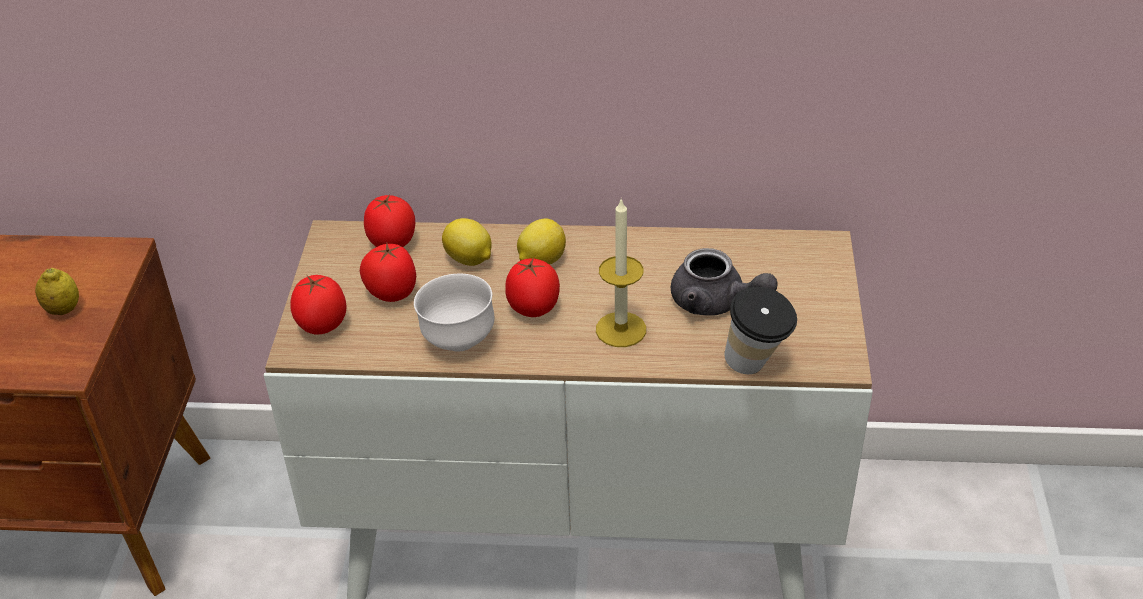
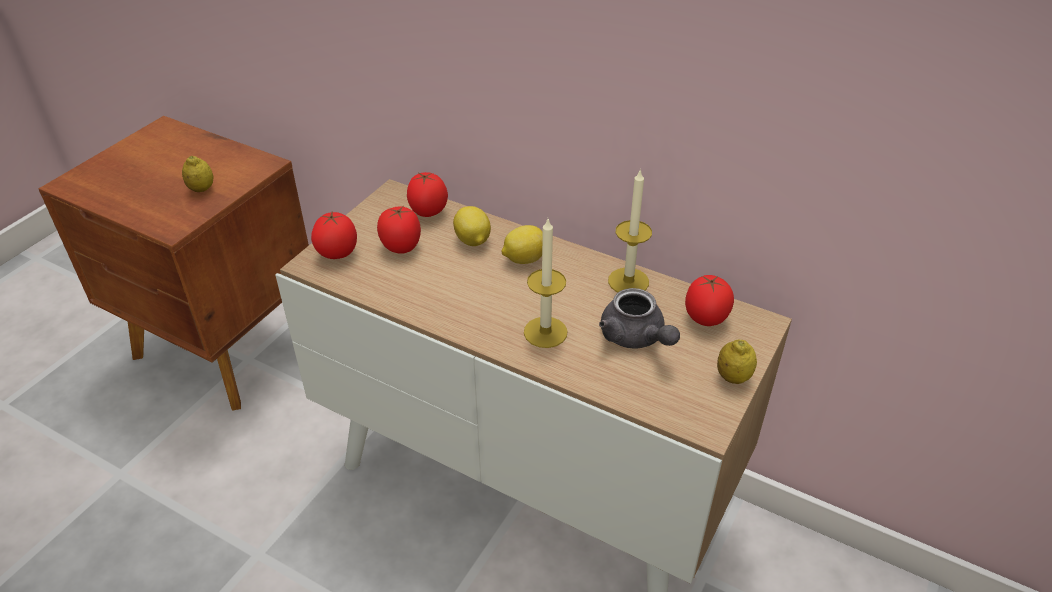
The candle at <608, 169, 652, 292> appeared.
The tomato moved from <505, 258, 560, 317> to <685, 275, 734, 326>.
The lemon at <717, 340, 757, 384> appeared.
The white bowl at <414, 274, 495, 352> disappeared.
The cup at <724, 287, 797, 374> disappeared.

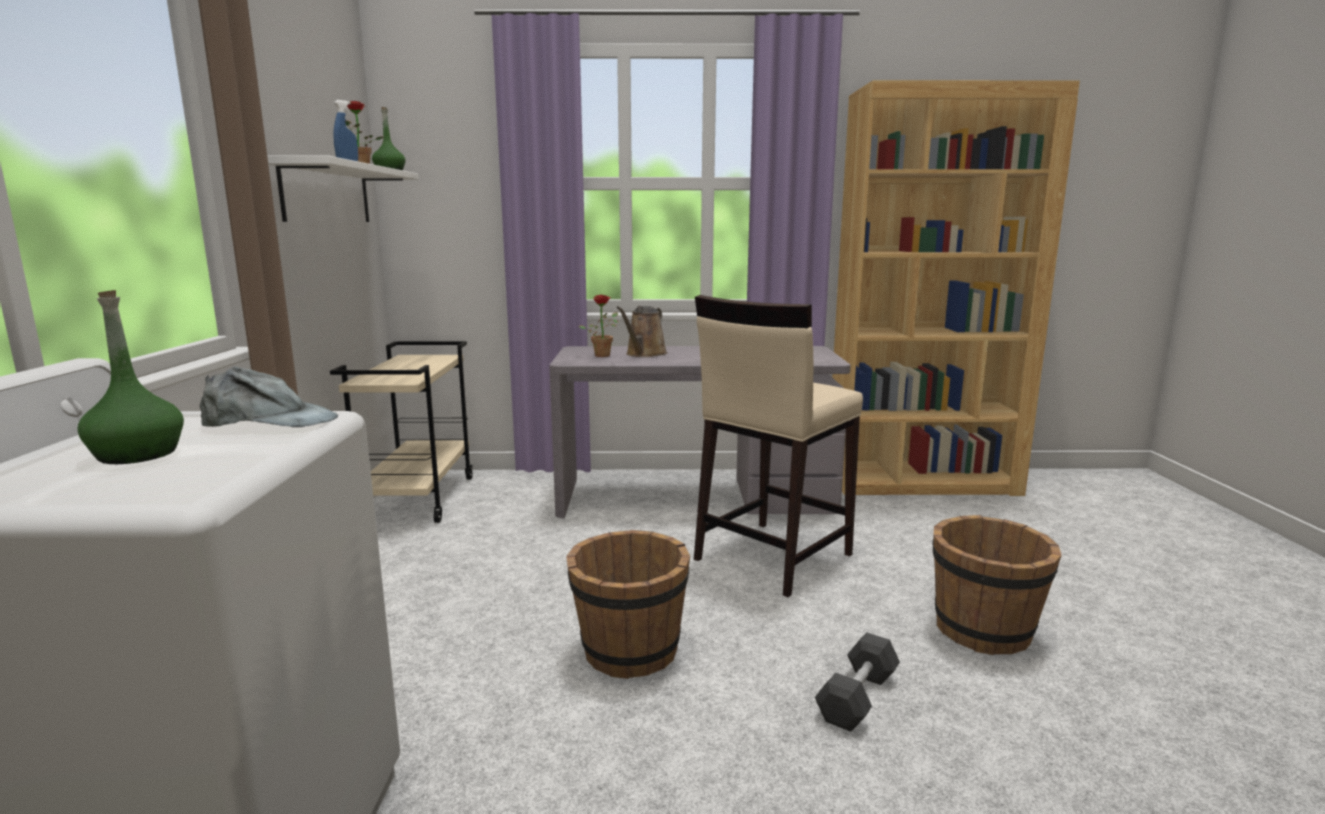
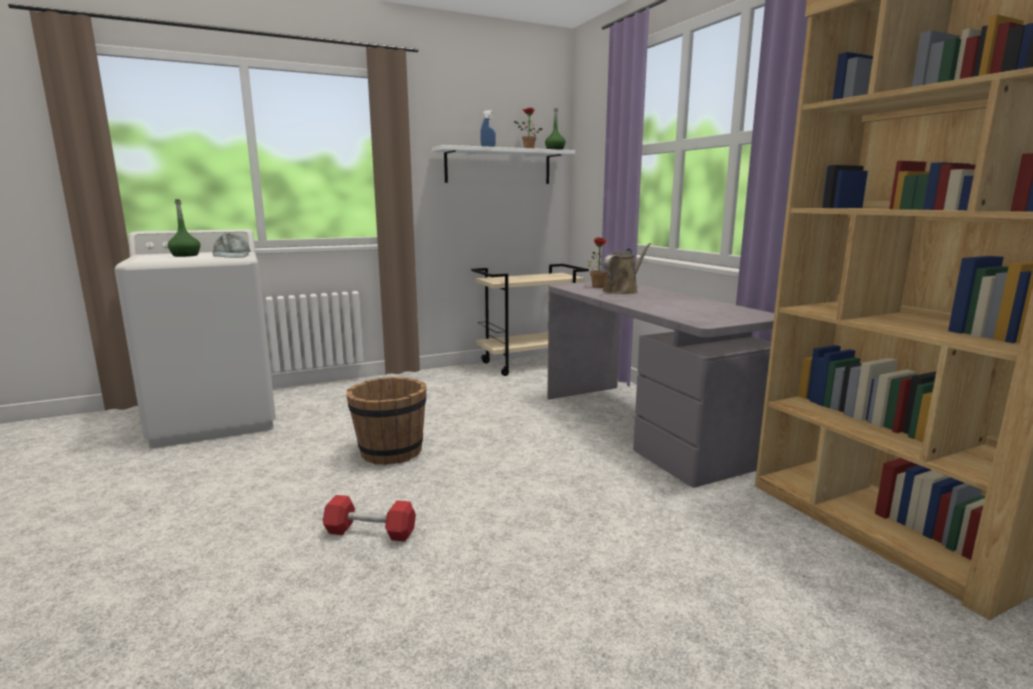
The grey dumbbell at <815, 632, 900, 732> became the red dumbbell at <323, 495, 416, 542>.
The brown watering can at <617, 306, 667, 357> turned 135 degrees clockwise.
The beige stool at <694, 295, 863, 597> disappeared.
The brown bucket at <932, 515, 1062, 655> disappeared.

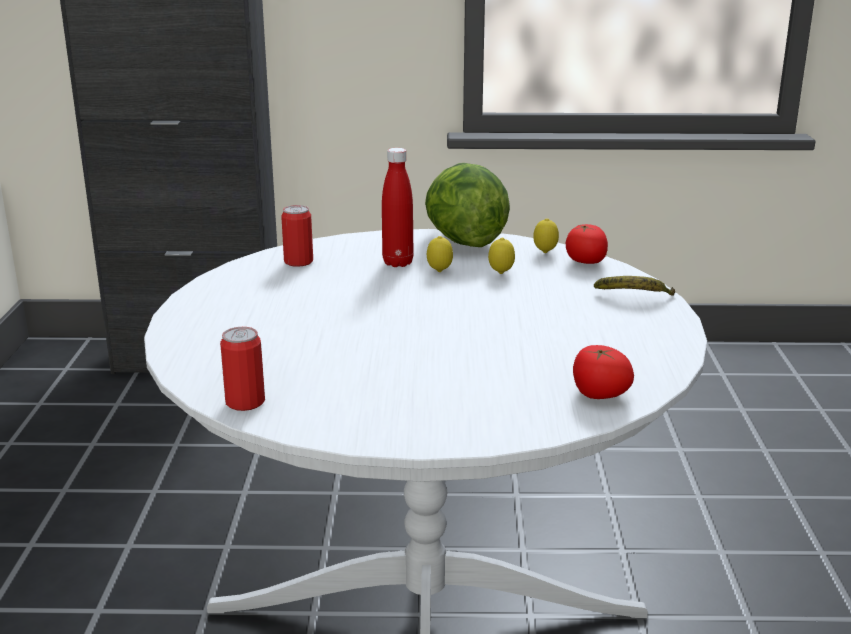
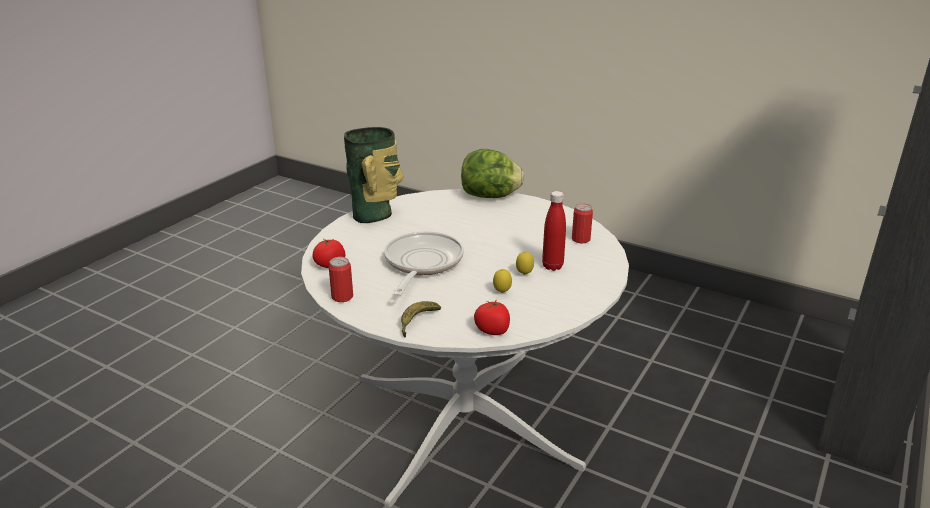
The can moved from <220, 327, 265, 411> to <329, 257, 353, 302>.
The vase at <344, 127, 404, 223> appeared.
The frying pan at <384, 231, 464, 297> appeared.
The lettuce moved from <425, 163, 510, 247> to <461, 149, 524, 198>.
The lemon at <533, 218, 559, 253> disappeared.

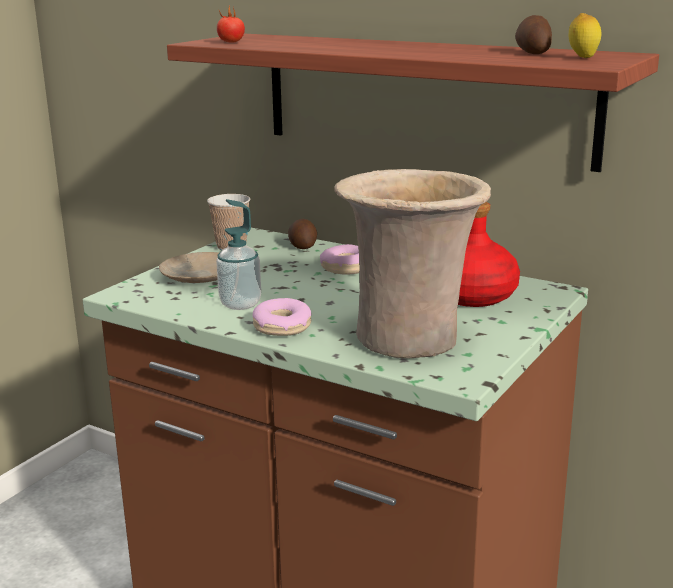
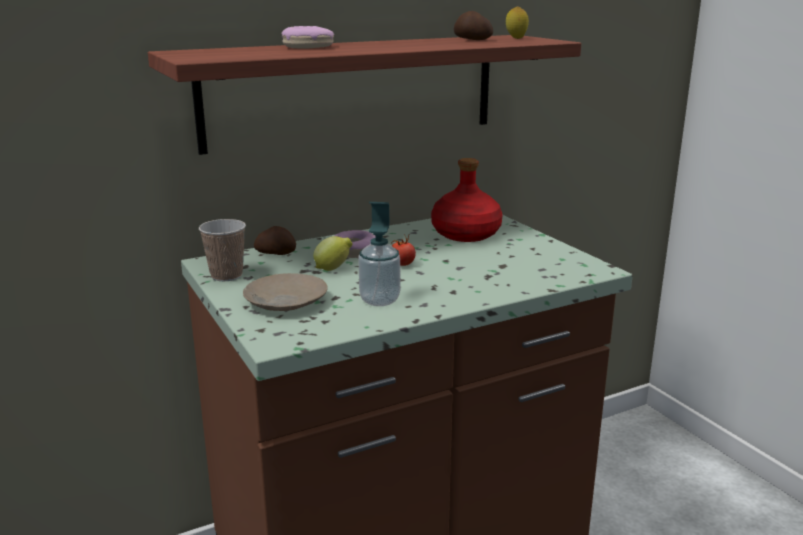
The donut moved from <252, 298, 312, 336> to <281, 26, 334, 49>.
The lemon at <313, 236, 353, 271> appeared.
The tomato moved from <217, 5, 245, 43> to <391, 234, 416, 266>.
The beige vase at <334, 169, 491, 359> disappeared.

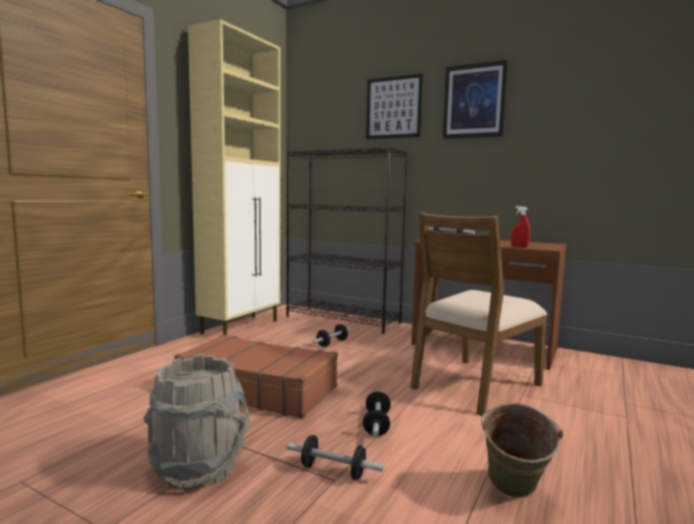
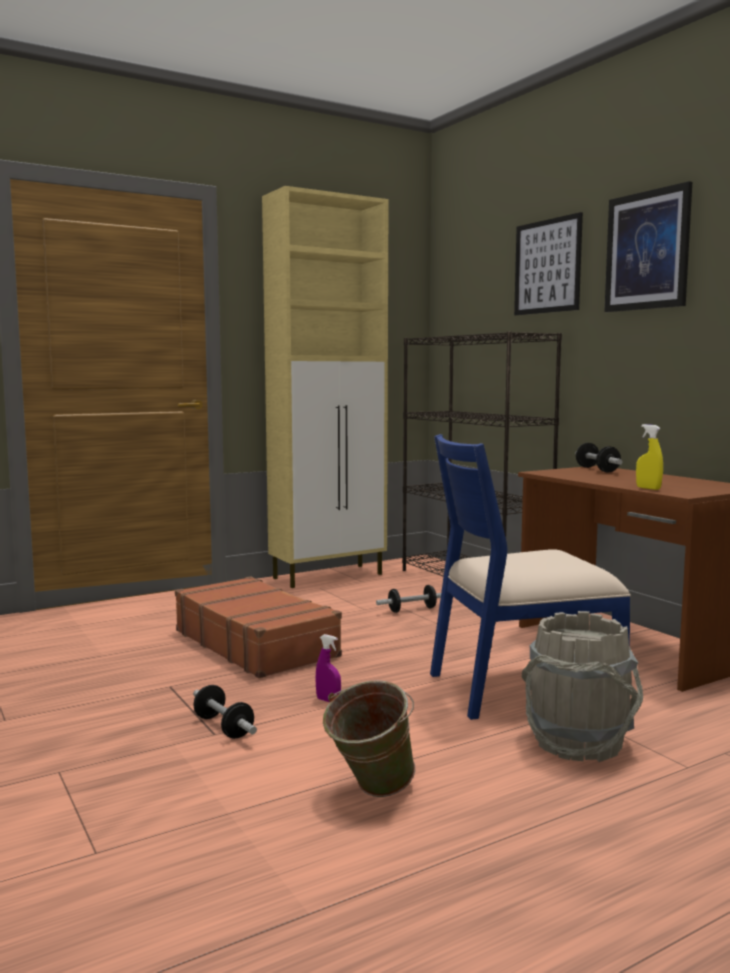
The dumbbell at <363, 391, 391, 437> was replaced by the purple spray bottle at <315, 634, 341, 702>.
The brown chair at <410, 212, 547, 416> became the blue chair at <430, 434, 631, 720>.
The grey bucket moved from <144, 354, 250, 490> to <522, 611, 643, 762>.
The red spray bottle at <511, 206, 530, 247> became the yellow spray bottle at <636, 424, 663, 490>.

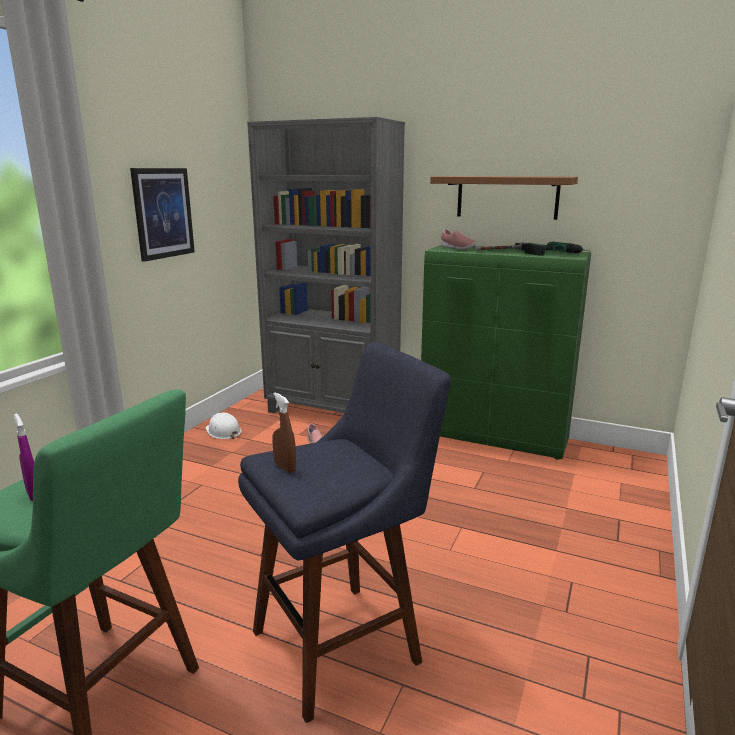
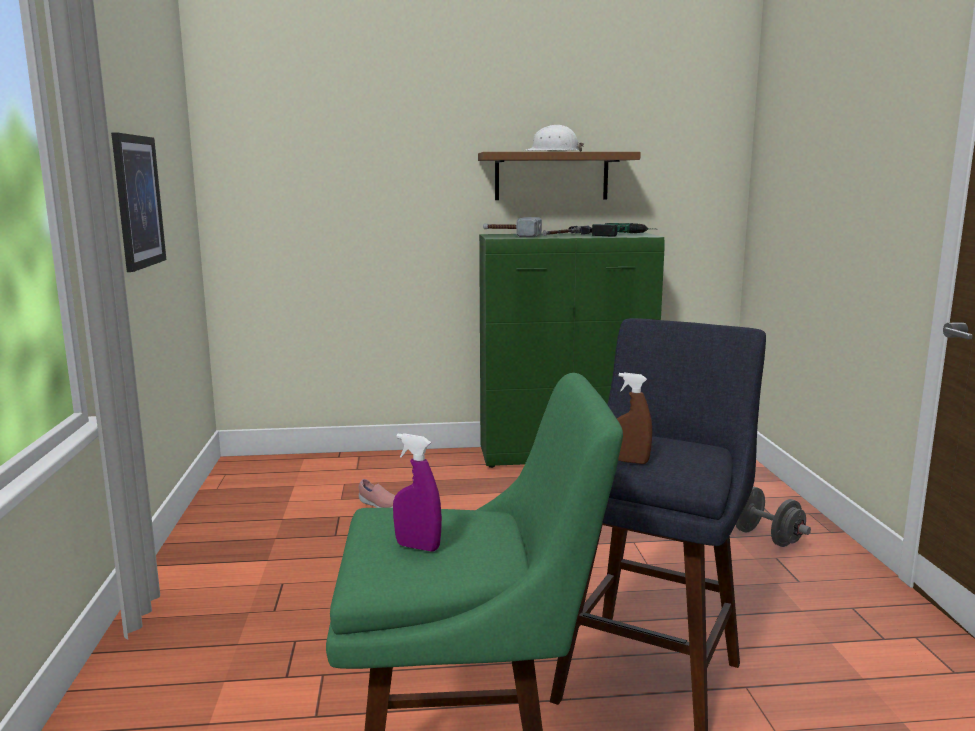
The pink shoe at <441, 229, 476, 250> was replaced by the hammer at <483, 217, 542, 237>.
The white hard hat moved from <206, 412, 242, 439> to <525, 125, 584, 152>.
The grey dumbbell at <736, 486, 811, 547> appeared.
The grey bookcase at <247, 117, 405, 413> disappeared.

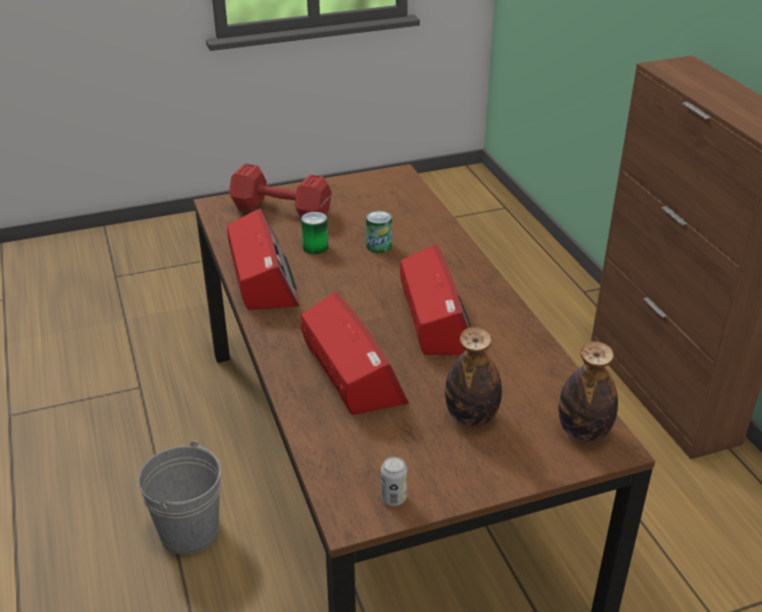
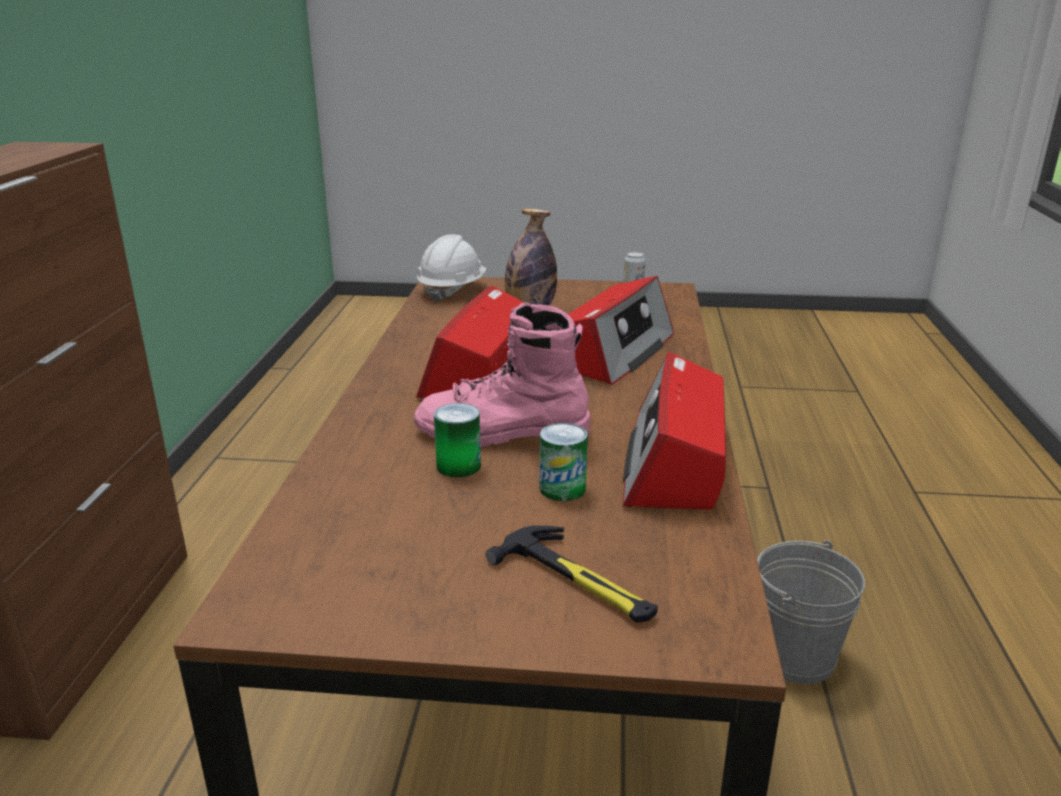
The pink boot at <414, 302, 590, 447> appeared.
The bottle at <559, 341, 618, 442> was replaced by the white hard hat at <417, 234, 486, 303>.
The red dumbbell at <229, 164, 332, 217> was replaced by the hammer at <486, 526, 658, 623>.
The radio at <301, 291, 409, 415> turned 150 degrees counterclockwise.

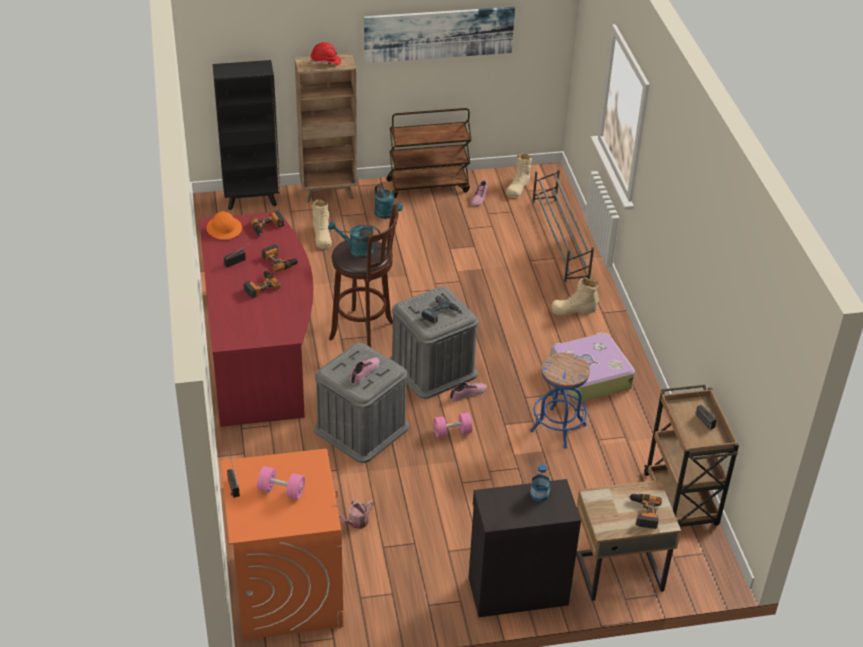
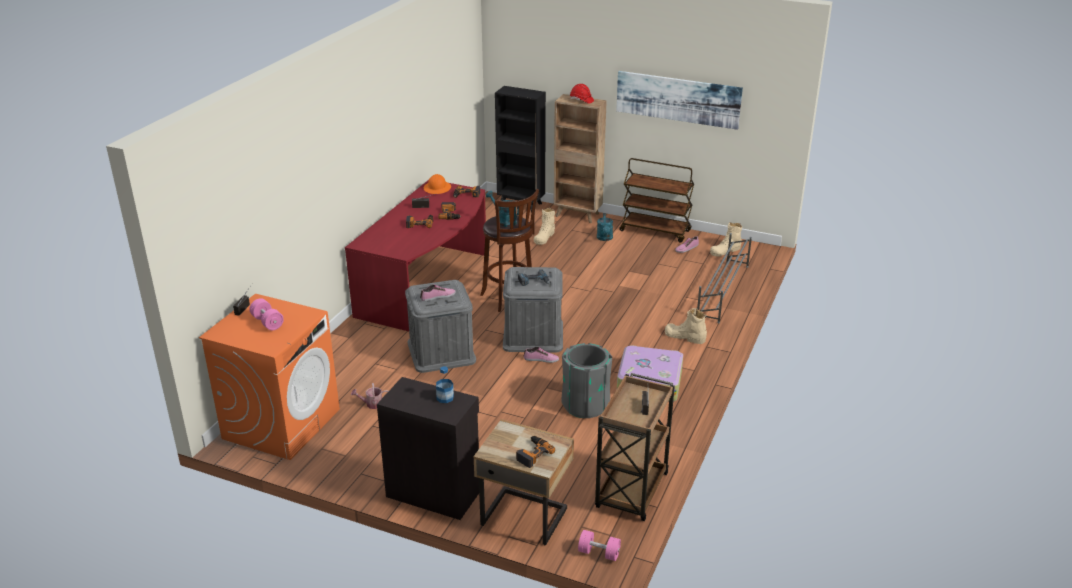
The blue stool at <530, 352, 590, 449> was replaced by the grey trash can at <561, 343, 612, 418>.
The pink dumbbell moved from <434, 413, 472, 438> to <578, 530, 621, 561>.

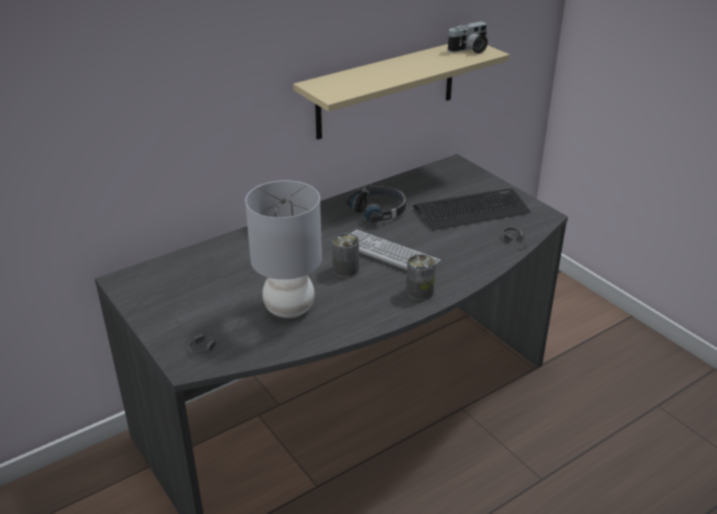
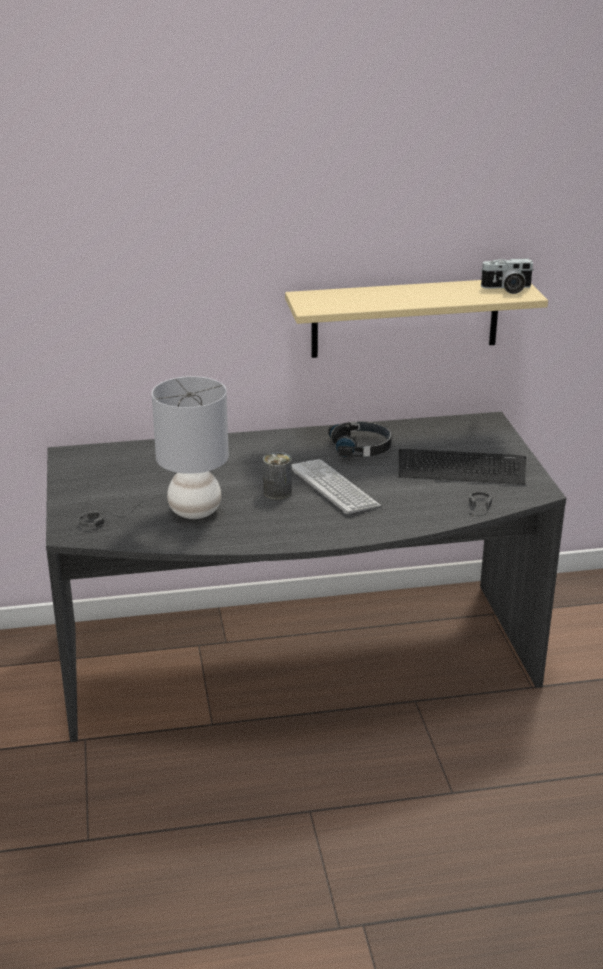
The can at <406, 254, 436, 301> disappeared.

